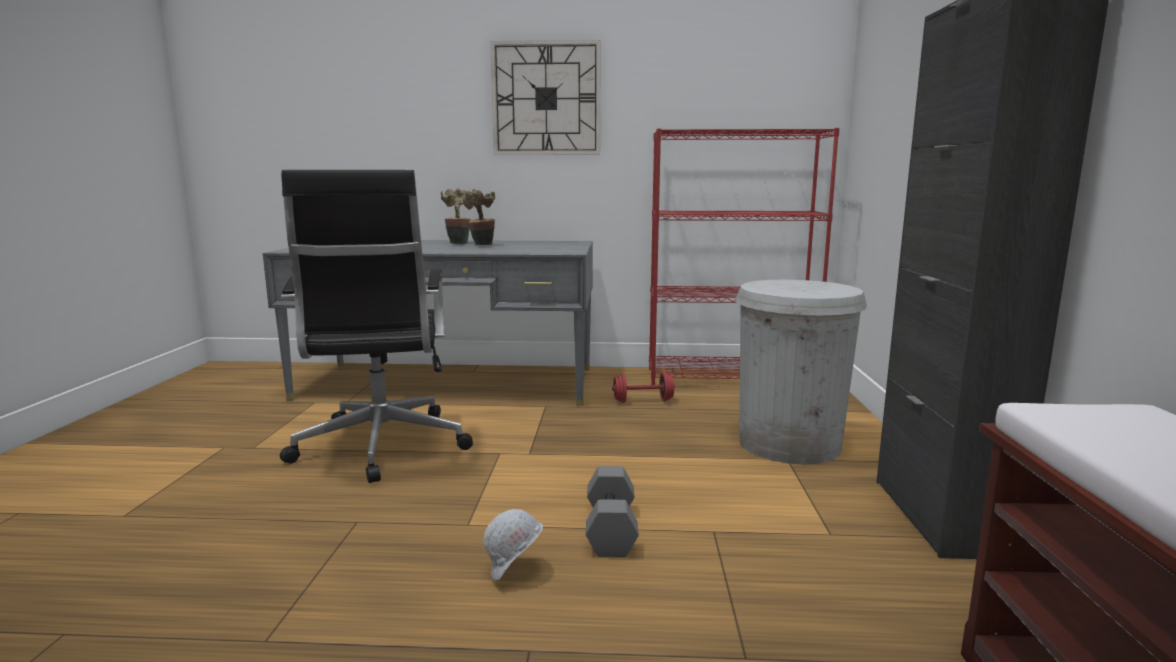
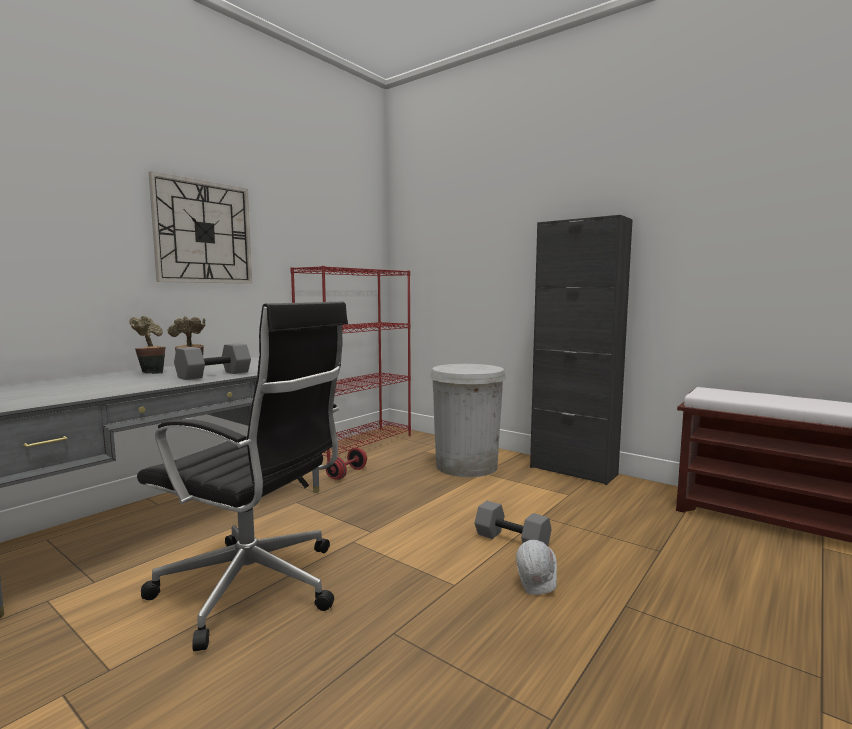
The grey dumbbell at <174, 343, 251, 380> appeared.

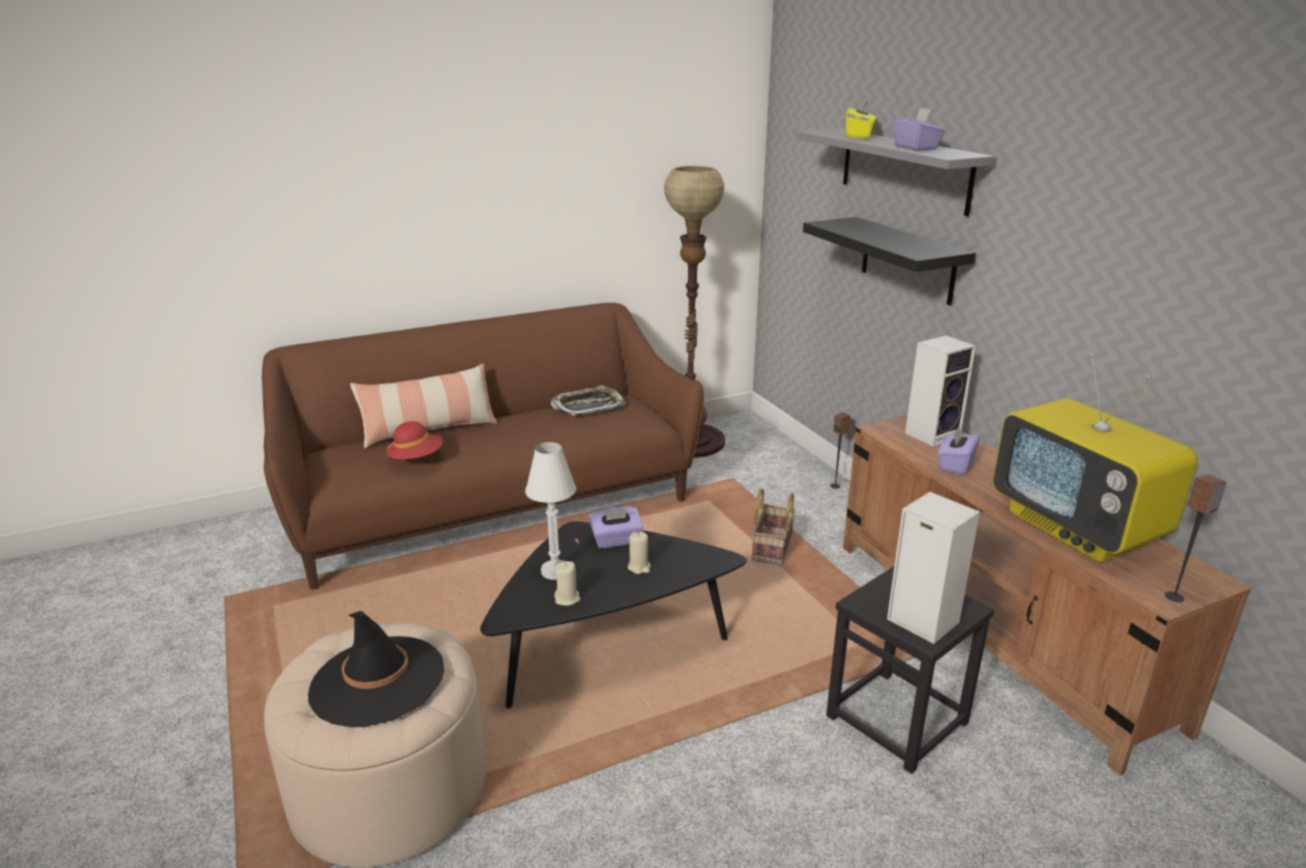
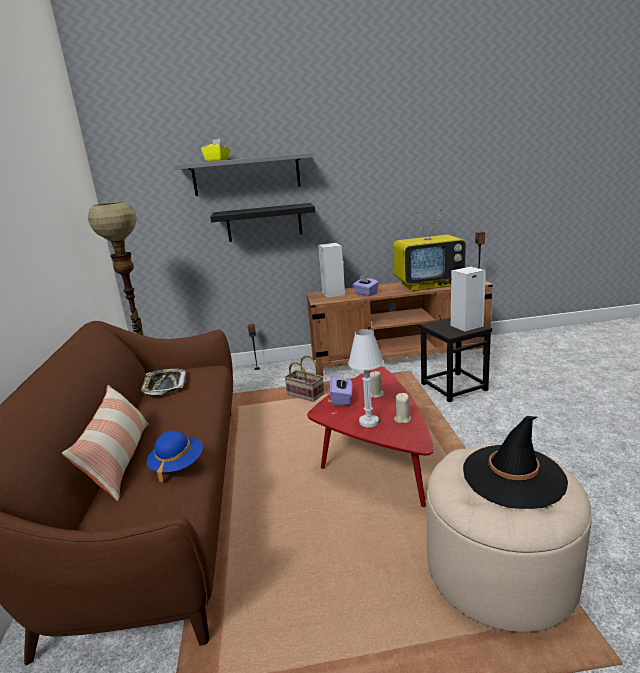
The red hat at <386, 421, 443, 459> became the blue hat at <146, 430, 203, 482>.
The black coffee table at <480, 521, 747, 708> became the red coffee table at <307, 366, 434, 507>.
The purple tissue box at <893, 108, 945, 151> disappeared.

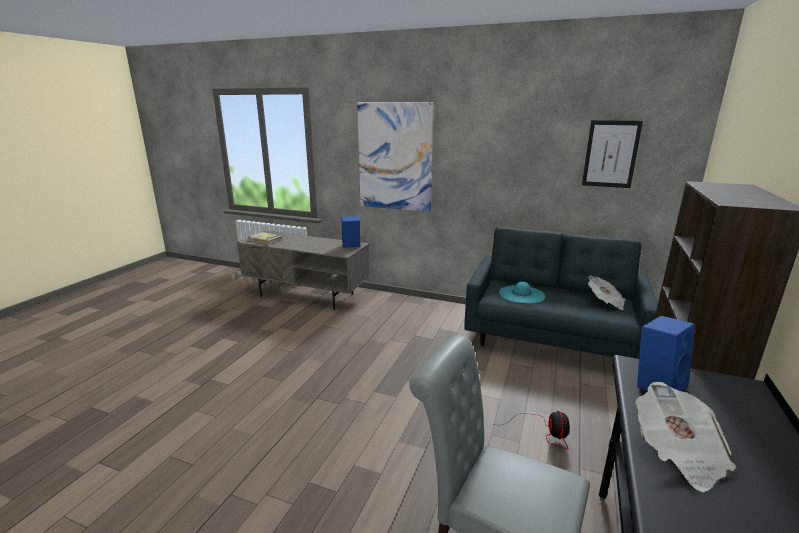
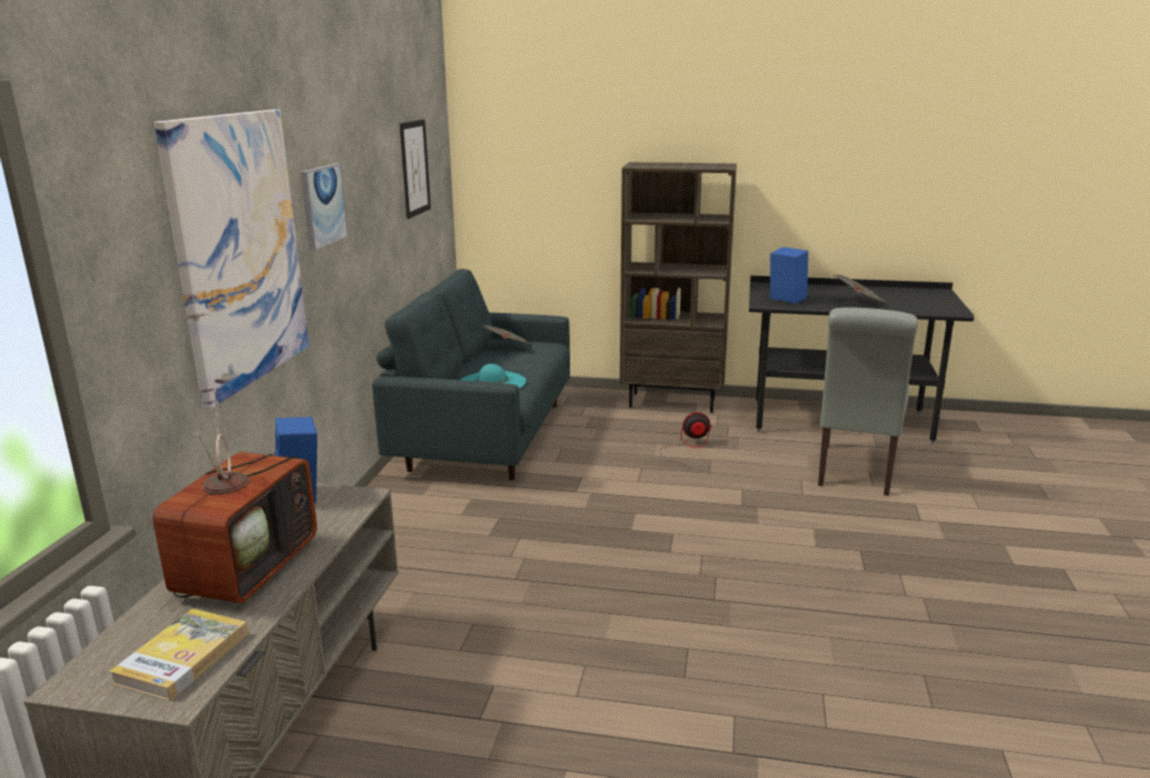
The television at <153, 388, 317, 603> appeared.
The picture at <301, 163, 348, 251> appeared.

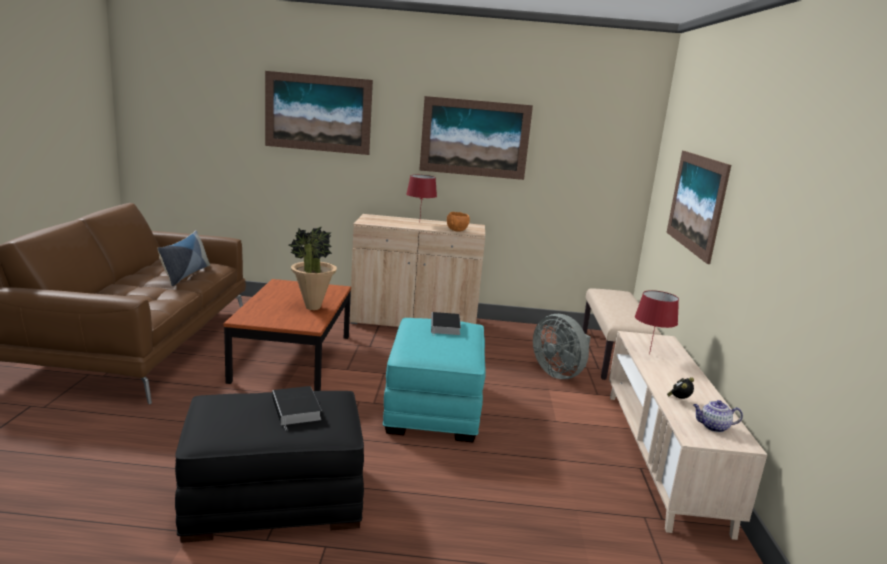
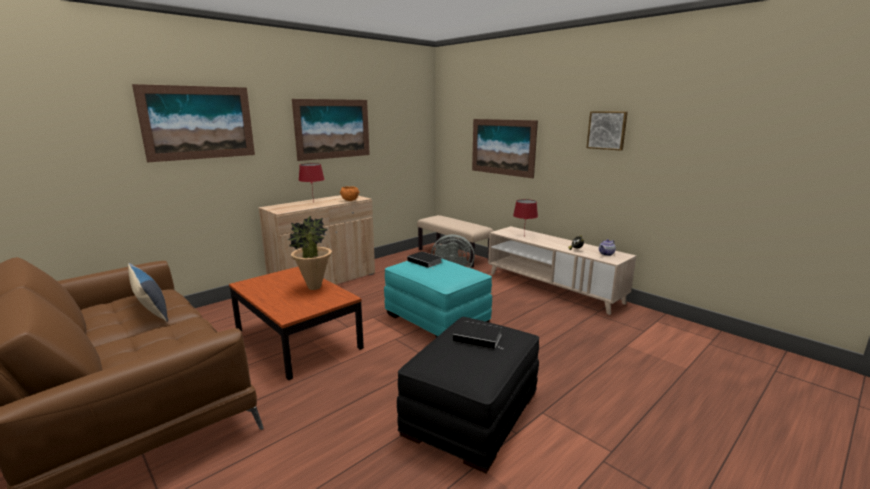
The picture at <587, 111, 628, 151> appeared.

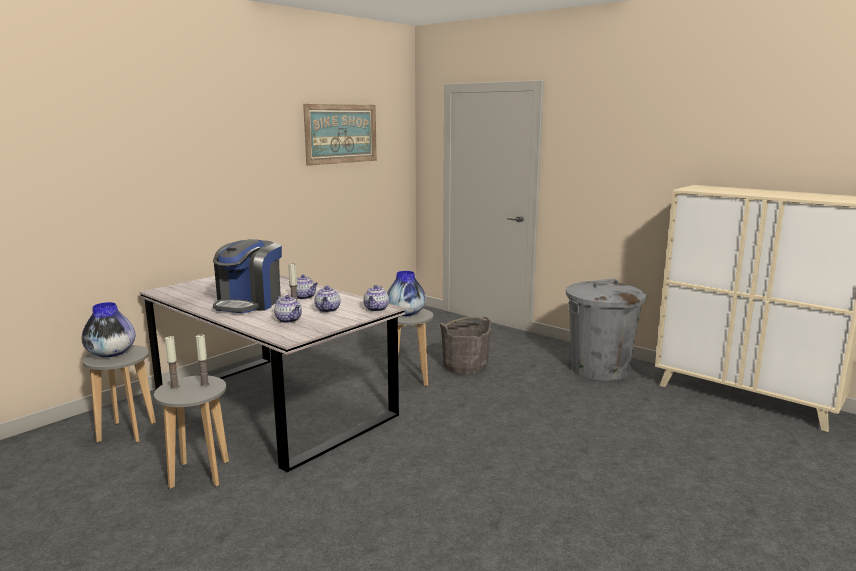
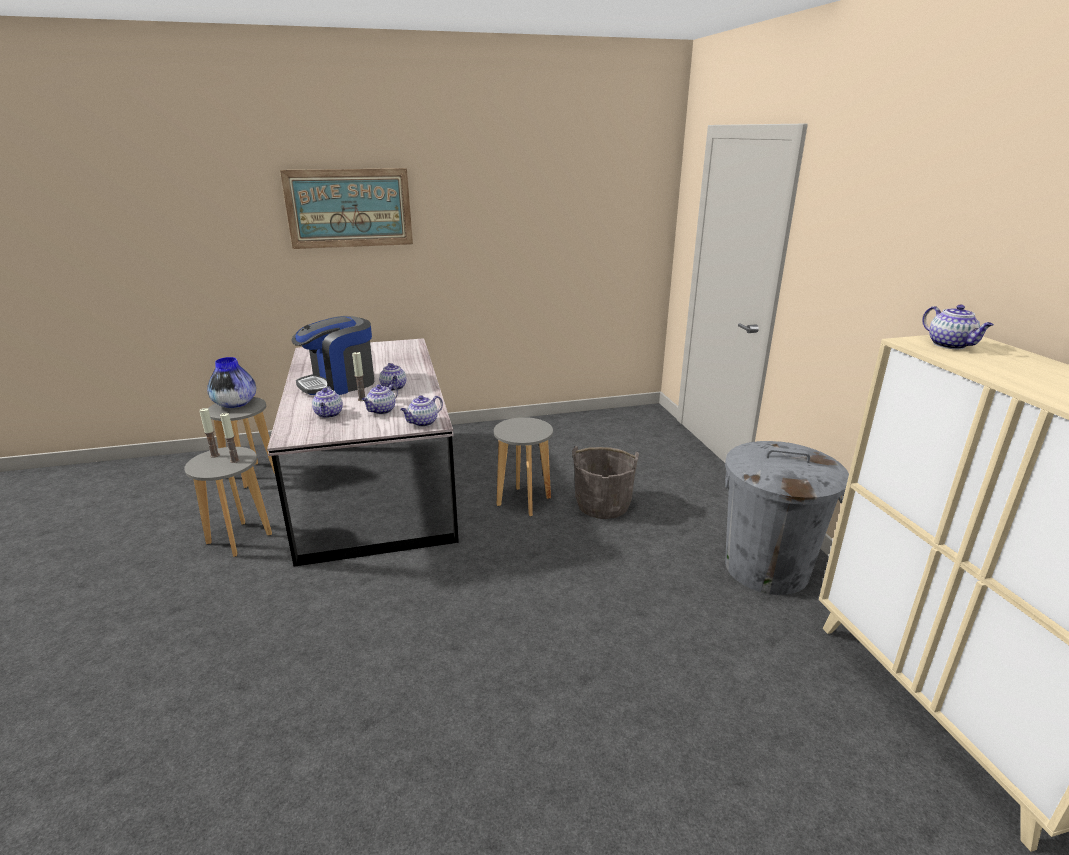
The picture moved from <303, 104, 377, 166> to <280, 168, 413, 249>.
The teapot at <922, 305, 994, 349> appeared.
The vase at <387, 271, 426, 316> disappeared.

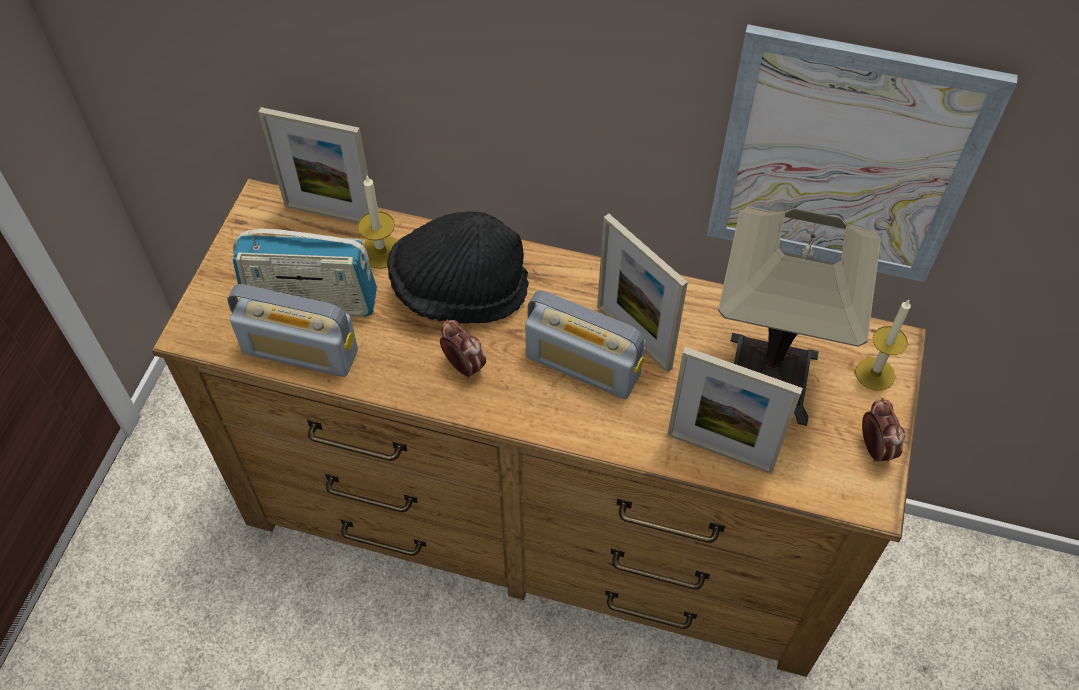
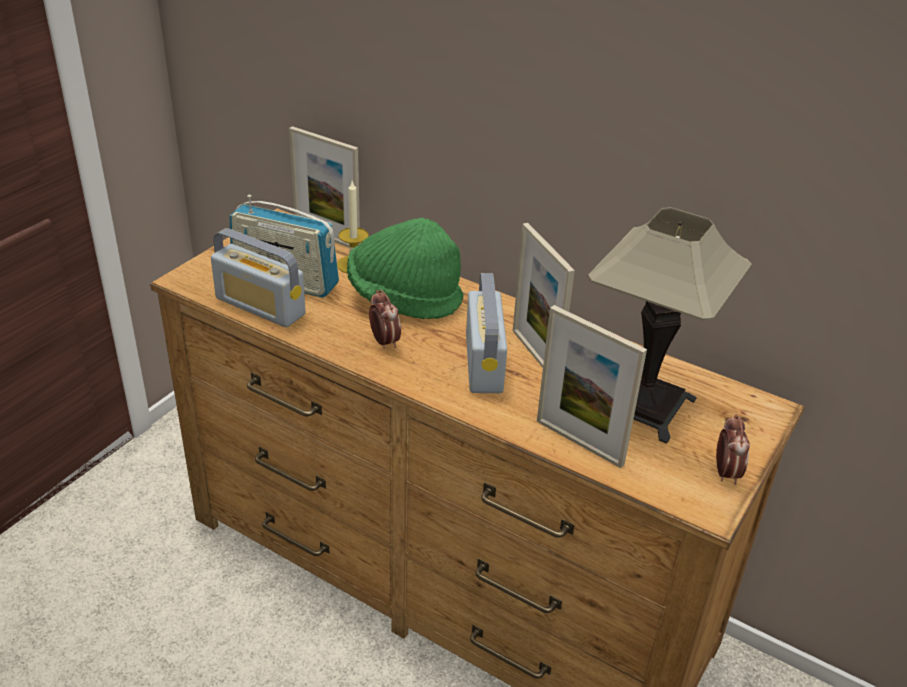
The black hat at <387, 211, 529, 324> became the green hat at <347, 218, 463, 319>.
The radio at <525, 291, 645, 399> turned 135 degrees counterclockwise.
The picture at <707, 24, 1018, 282> disappeared.
The candle at <855, 300, 911, 390> disappeared.

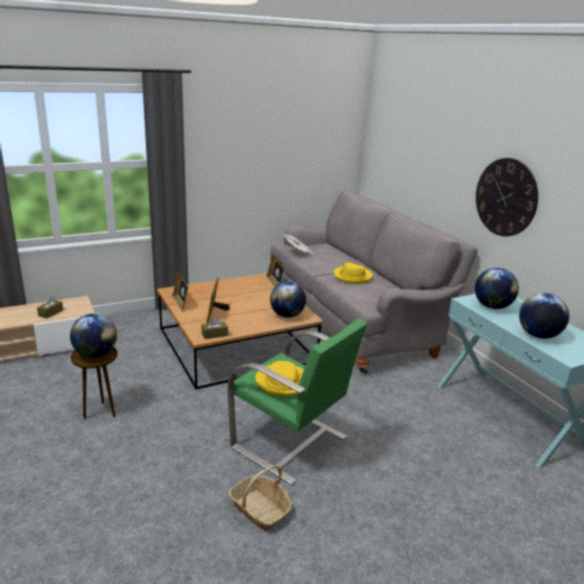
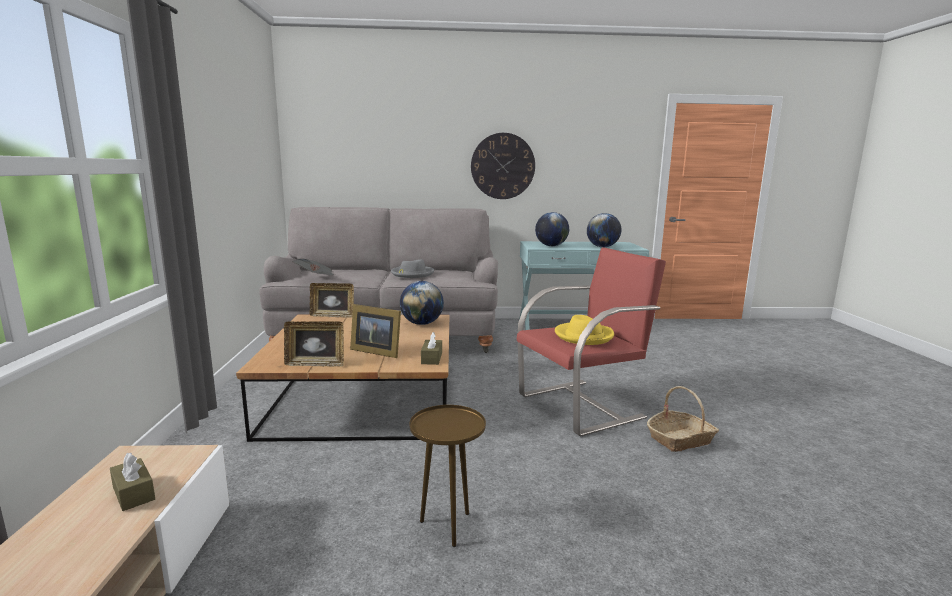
The yellow hat at <333, 262, 373, 284> became the grey hat at <391, 259, 434, 278>.
The green armchair at <228, 319, 368, 485> became the red armchair at <517, 247, 666, 437>.
The globe at <70, 313, 117, 358> disappeared.

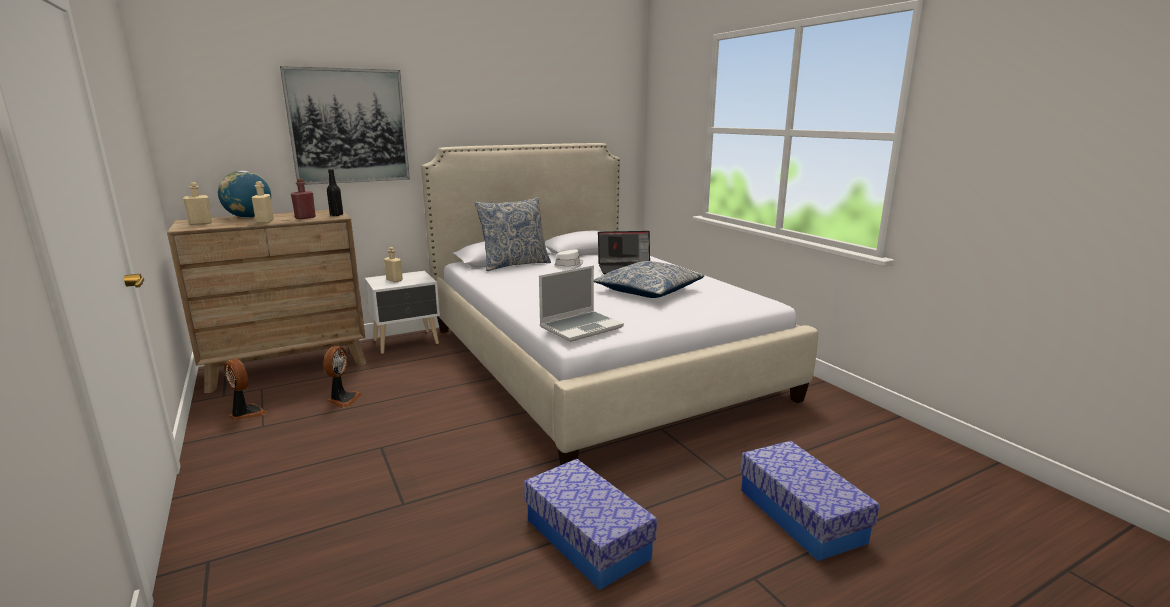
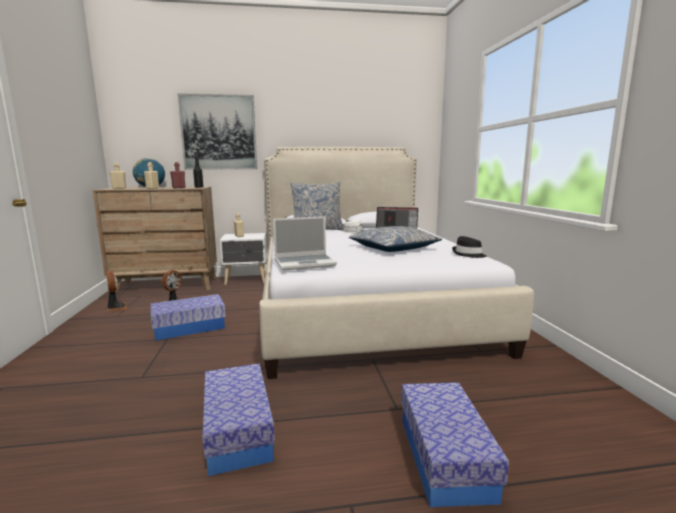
The storage box at <150, 294, 226, 341> appeared.
The black hat at <452, 236, 487, 258> appeared.

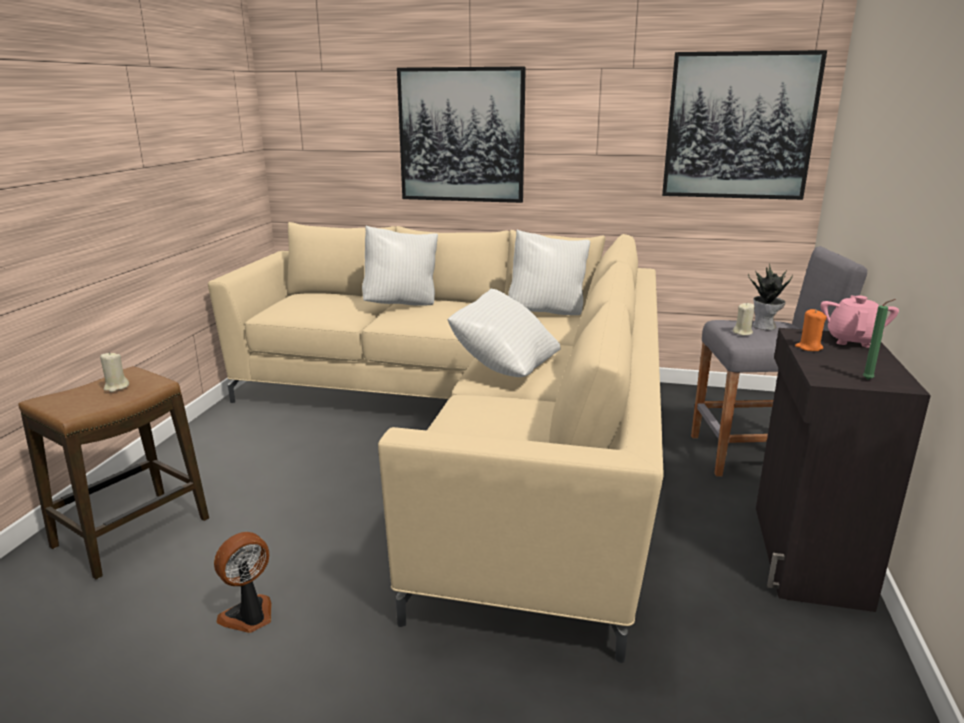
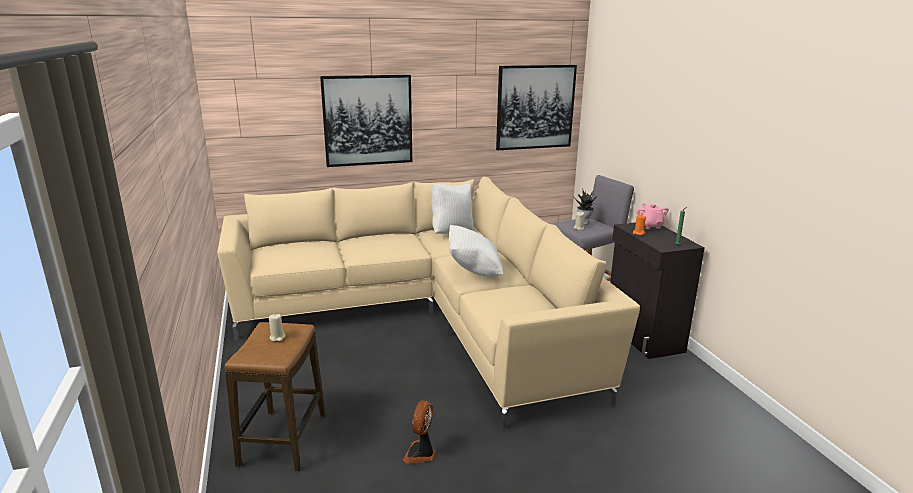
The white pillow at <362, 225, 438, 306> disappeared.

